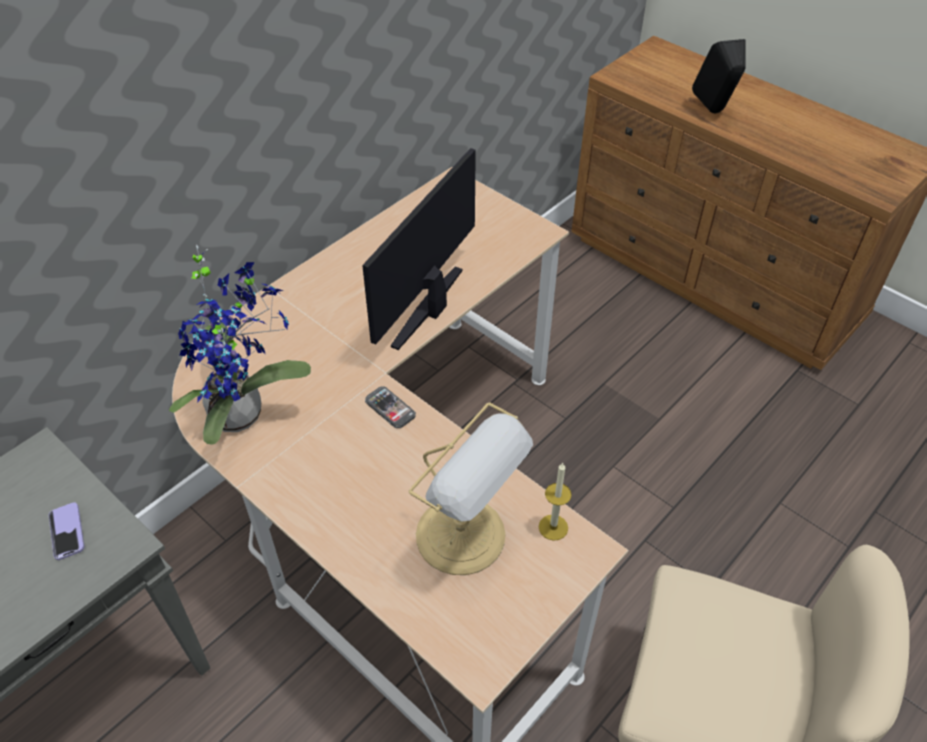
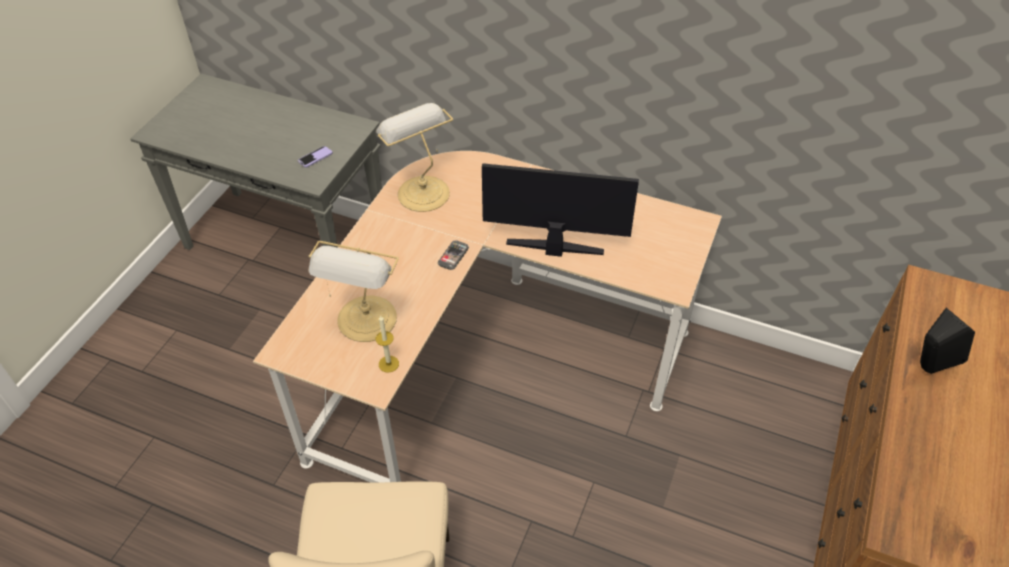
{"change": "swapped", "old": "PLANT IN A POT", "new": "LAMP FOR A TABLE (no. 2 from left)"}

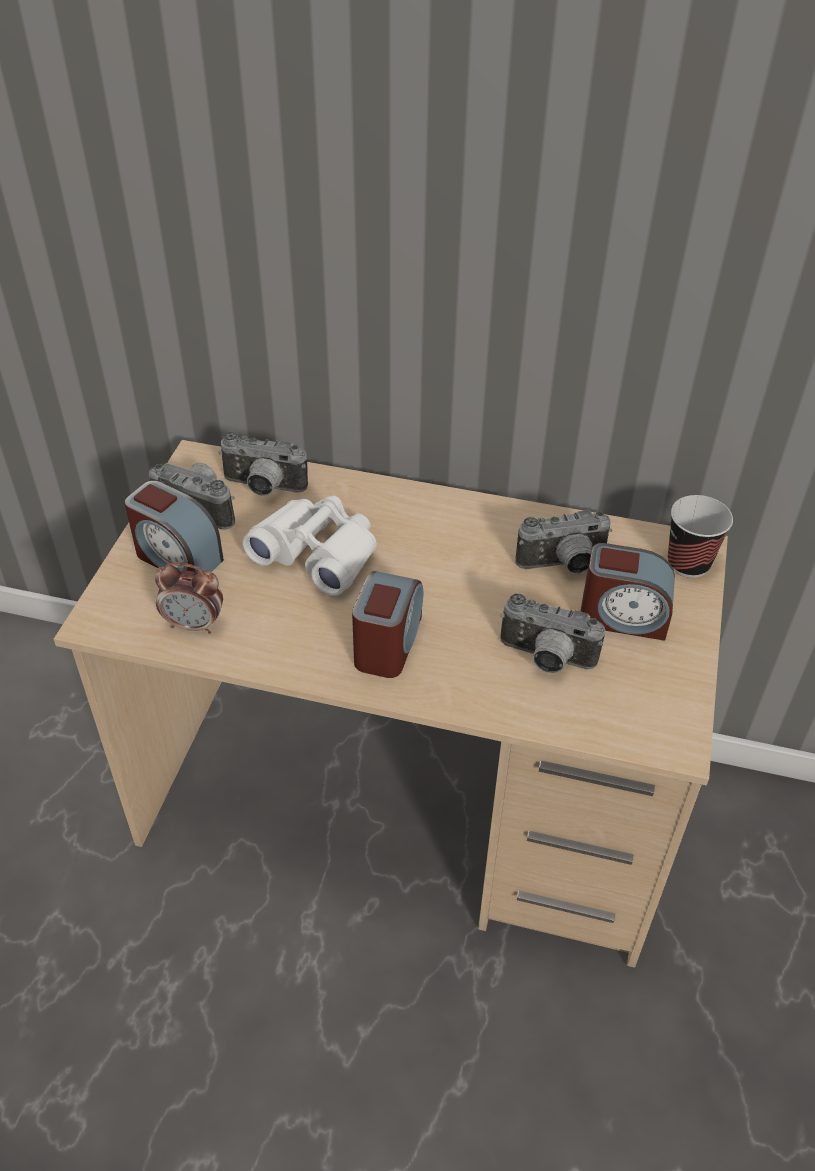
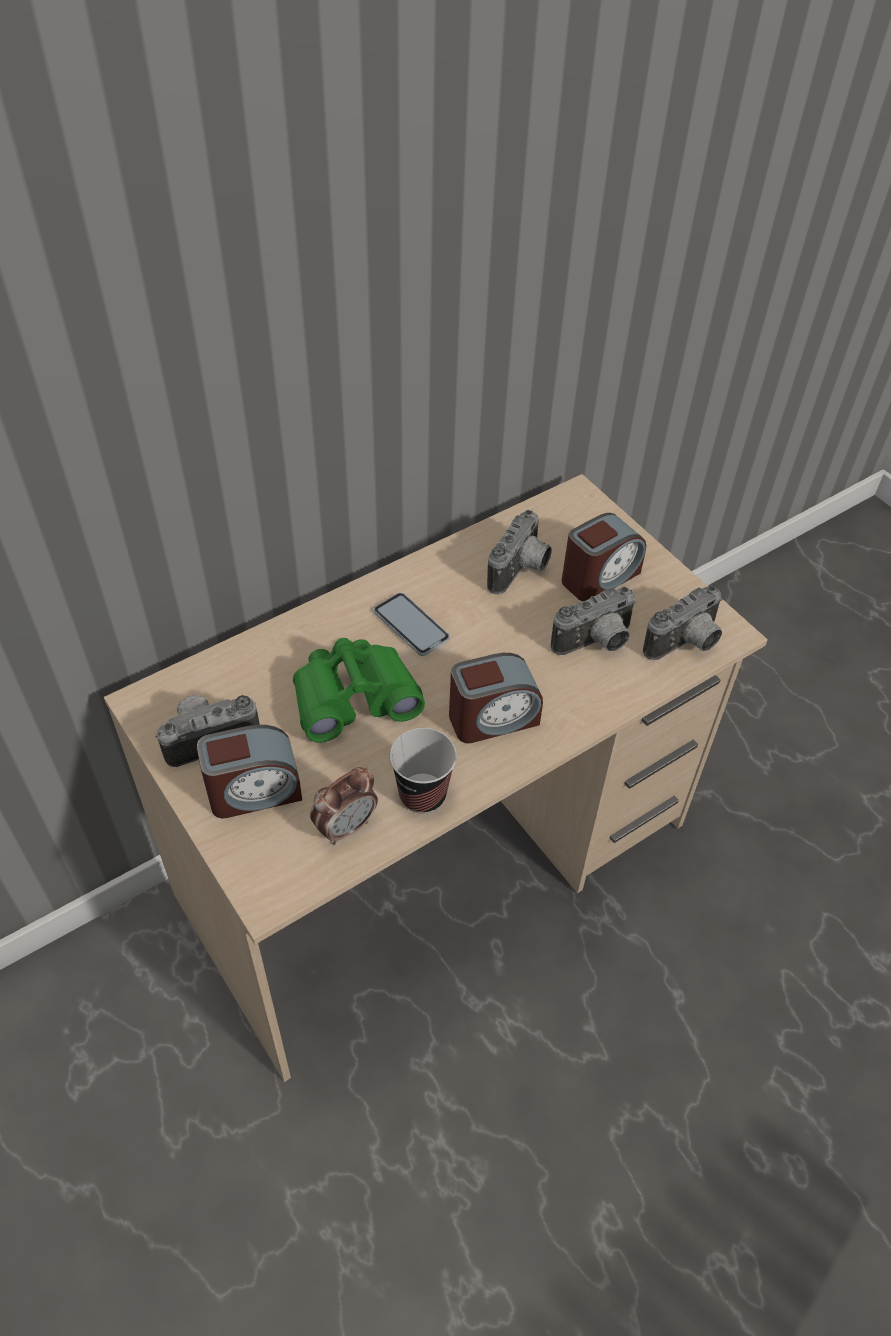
{"change": "shifted", "old": "STILL CAMERA (no. 2 from left in the first image)", "new": "STILL CAMERA (no. 4 from left)"}
{"change": "repainted", "old": "WHITE FIELD GLASSES", "new": "GREENISH FIELD GLASSES"}
{"change": "rotated", "old": "TABLE CLOCK (no. 3 from left)", "degrees": 105}
{"change": "shifted", "old": "CUP"}
{"change": "new", "new": "HANDSET"}

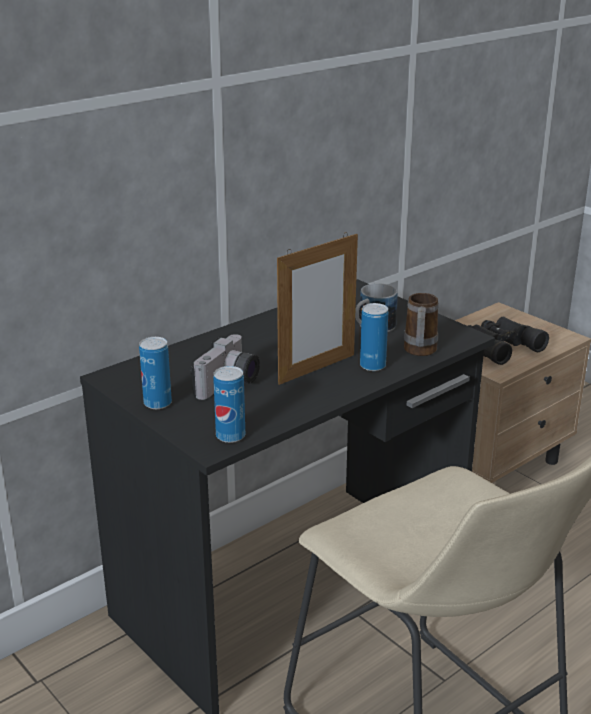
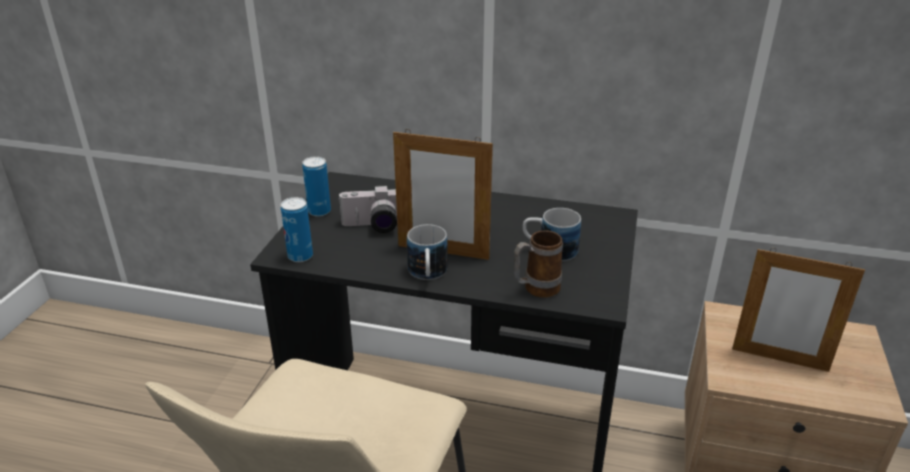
{"change": "gone", "old": "SEALED CAN (no. 3 from left)"}
{"change": "swapped", "old": "BLACK-COLOURED FIELD GLASSES", "new": "PHOTO FRAME (no. 2 from left)"}
{"change": "new", "new": "COFFEE MUG (no. 1 from left)"}

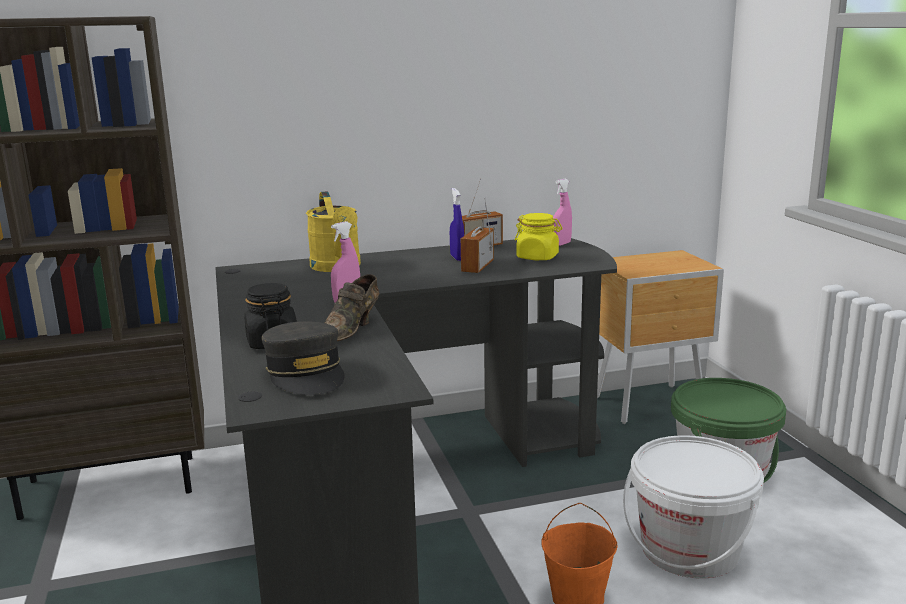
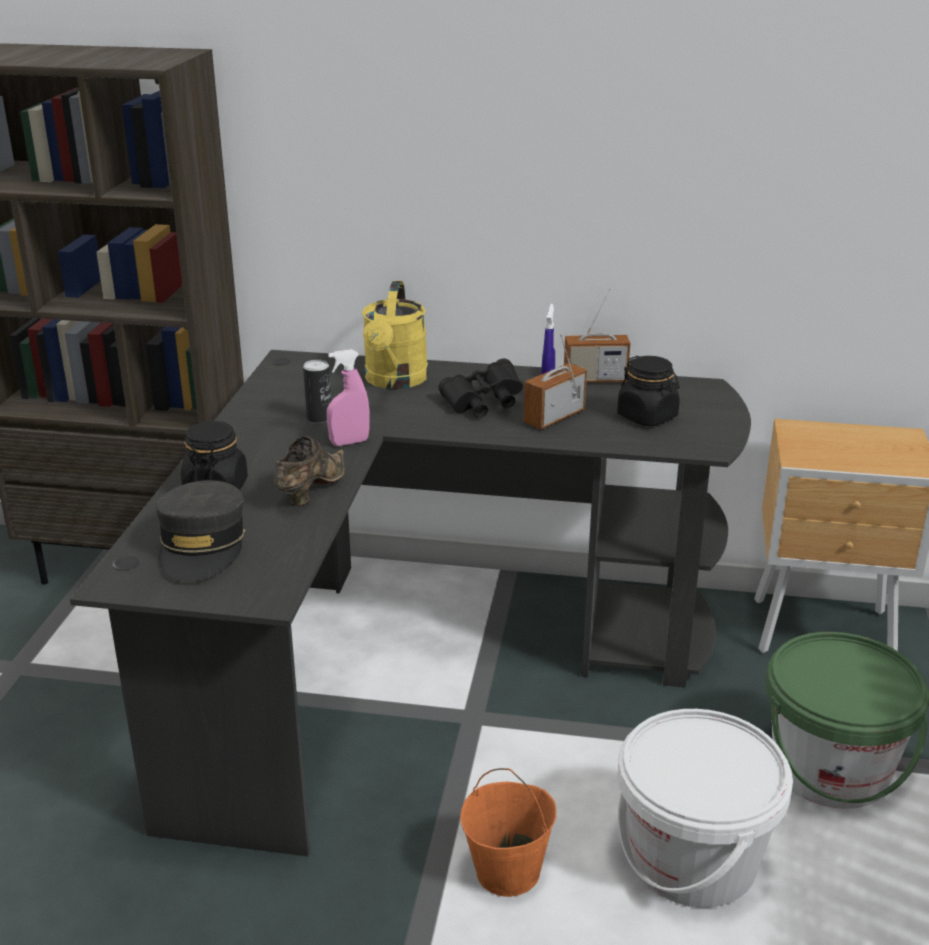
{"change": "rotated", "old": "BROWN-COLOURED SHOE", "degrees": 150}
{"change": "repainted", "old": "YELLOW STORAGE JAR", "new": "BLACK-COLOURED STORAGE JAR (no. 2 from left)"}
{"change": "gone", "old": "PINK HAND SPRAYER (no. 2 from left)"}
{"change": "new", "new": "SEALED CAN"}
{"change": "new", "new": "BLACK-COLOURED FIELD GLASSES"}

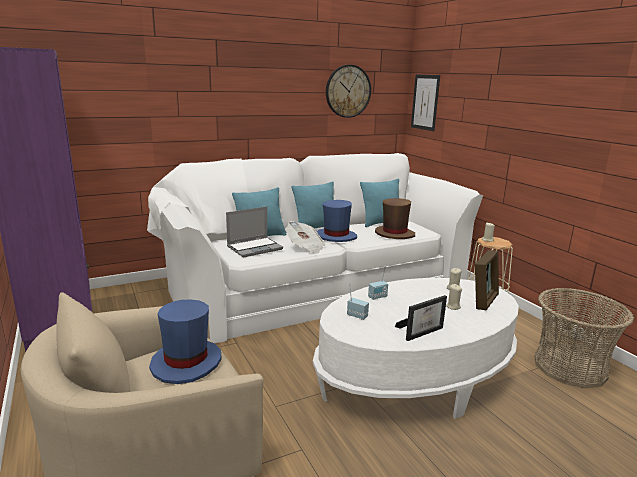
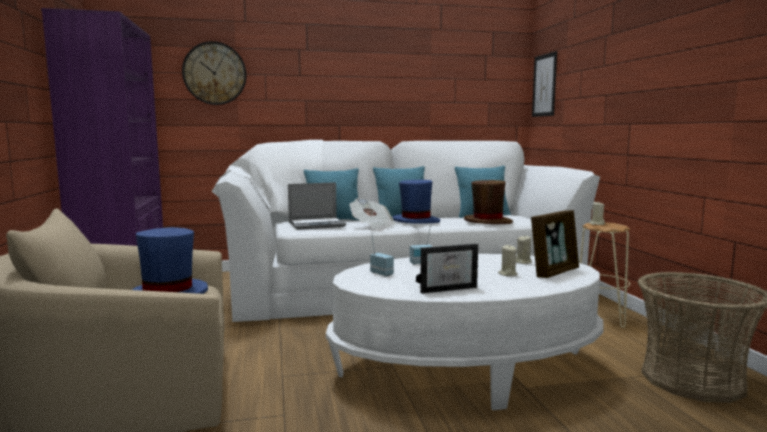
{"change": "shifted", "old": "HANGING CLOCK"}

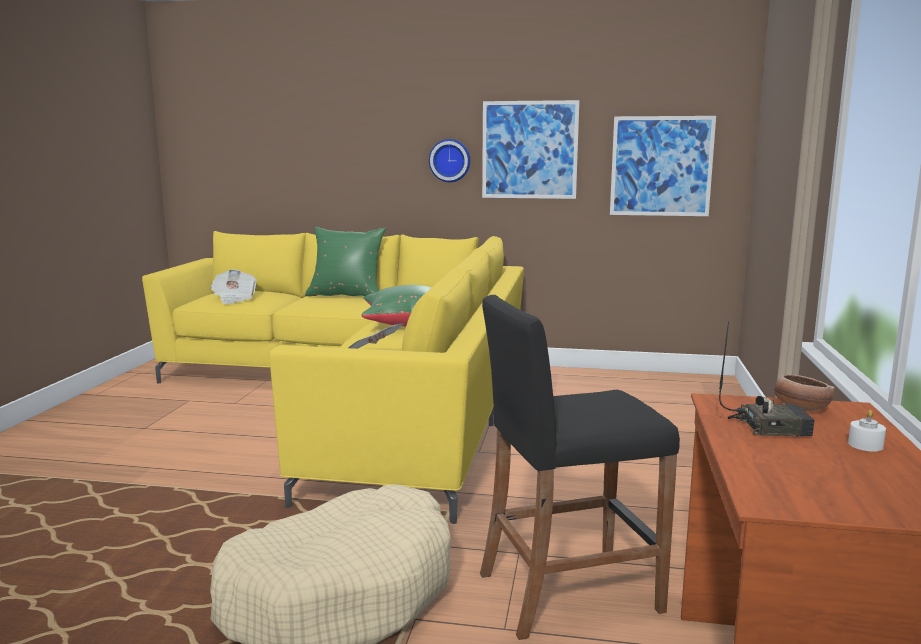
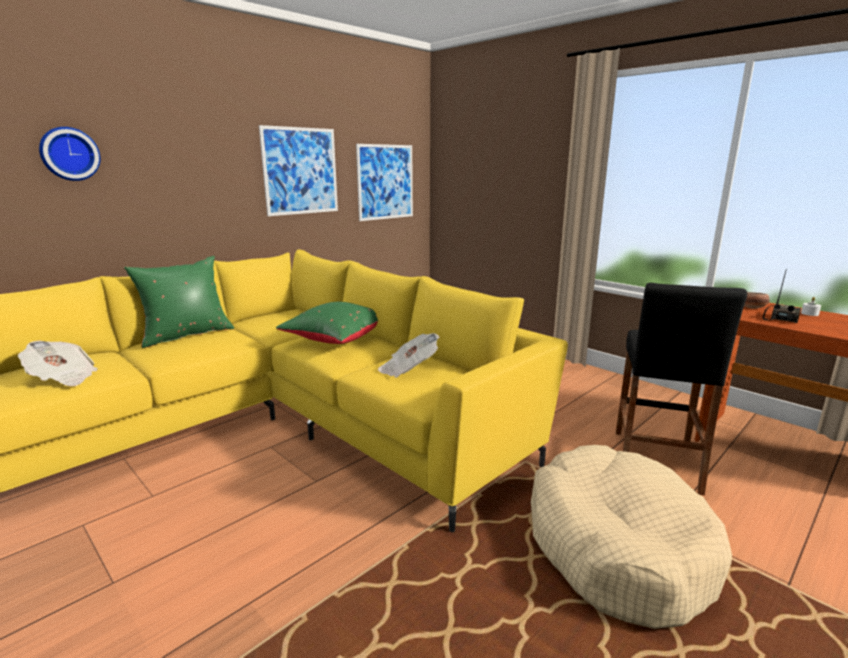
{"change": "shifted", "old": "HANGING CLOCK"}

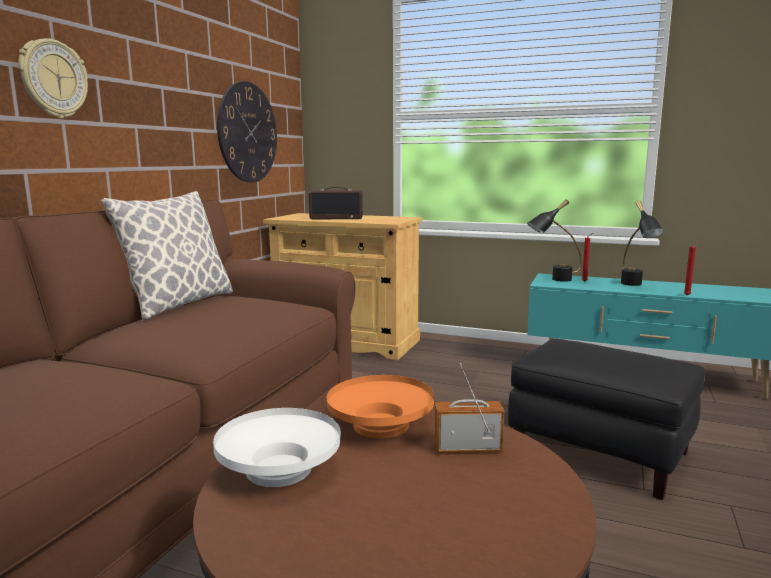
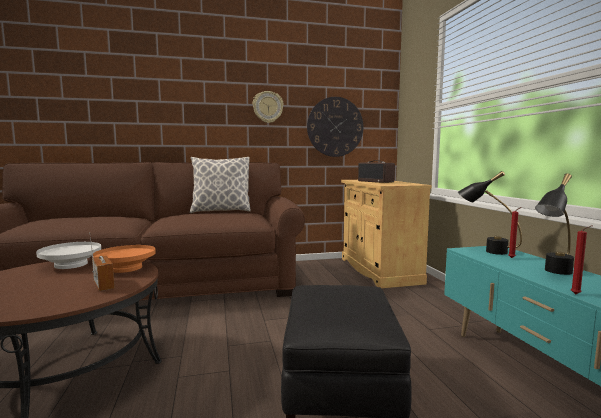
{"change": "shifted", "old": "HANGING CLOCK (no. 1 from left)"}

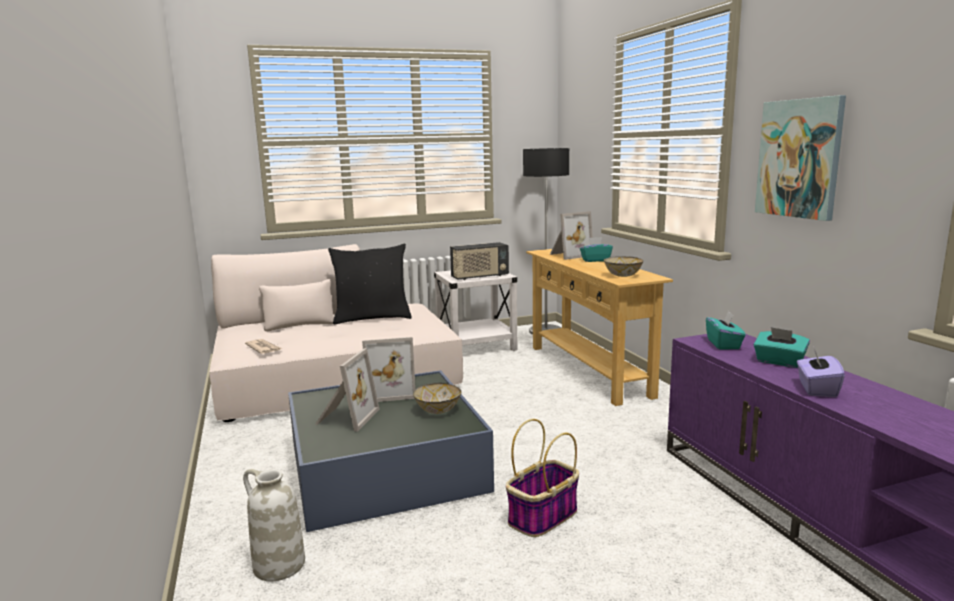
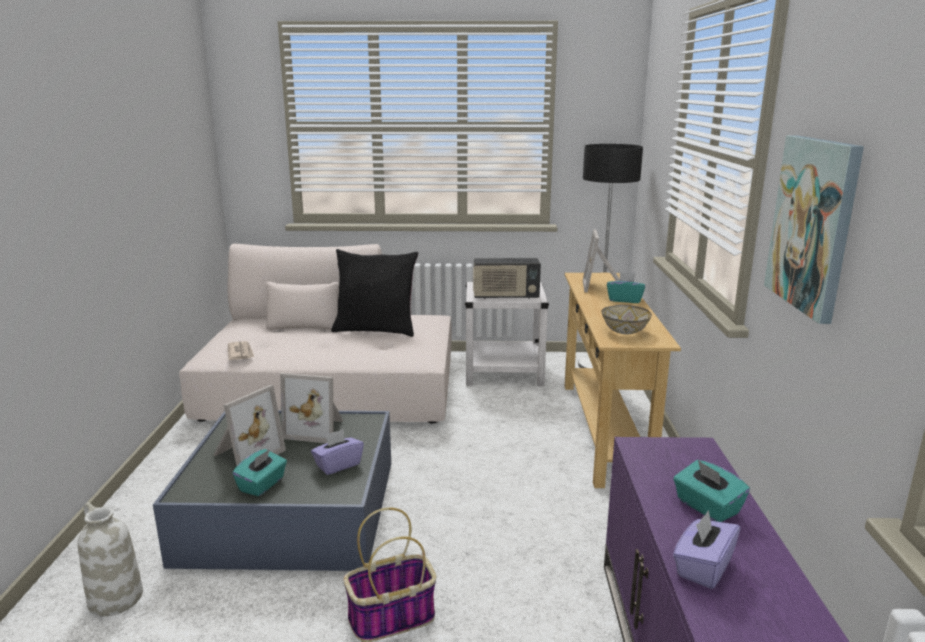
{"change": "swapped", "old": "SERVING BOWL (no. 1 from left)", "new": "PURPLISH TISSUE BOX (no. 1 from left)"}
{"change": "rotated", "old": "PHOTO FRAME (no. 3 from left)", "degrees": 105}
{"change": "shifted", "old": "TURQUOISE TISSUE BOX (no. 2 from left in the first image)", "new": "TURQUOISE TISSUE BOX (no. 1 from left)"}

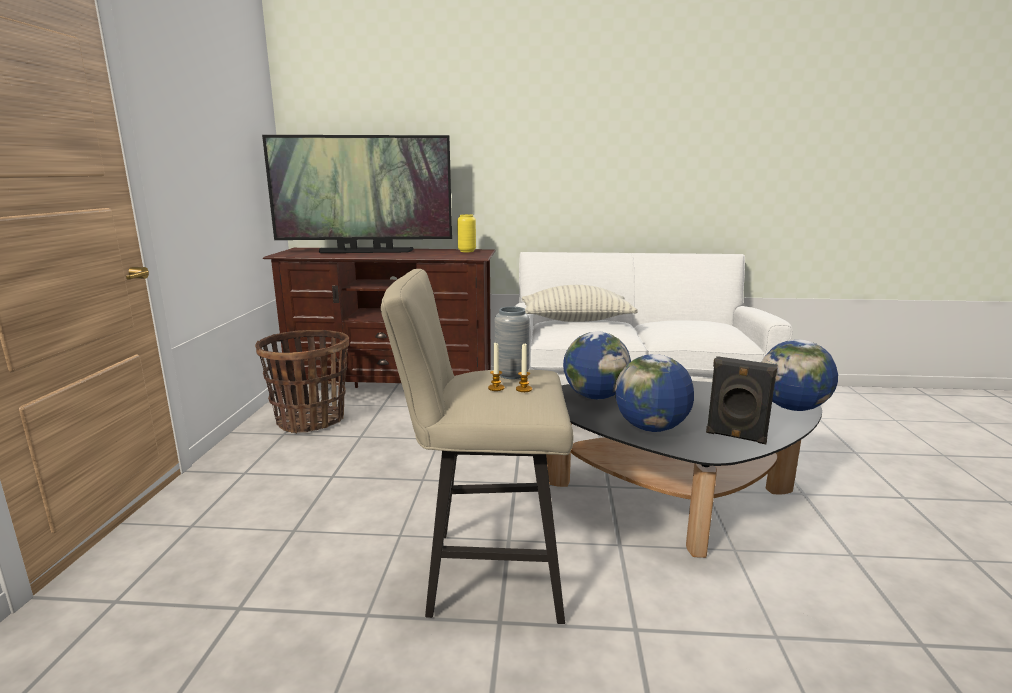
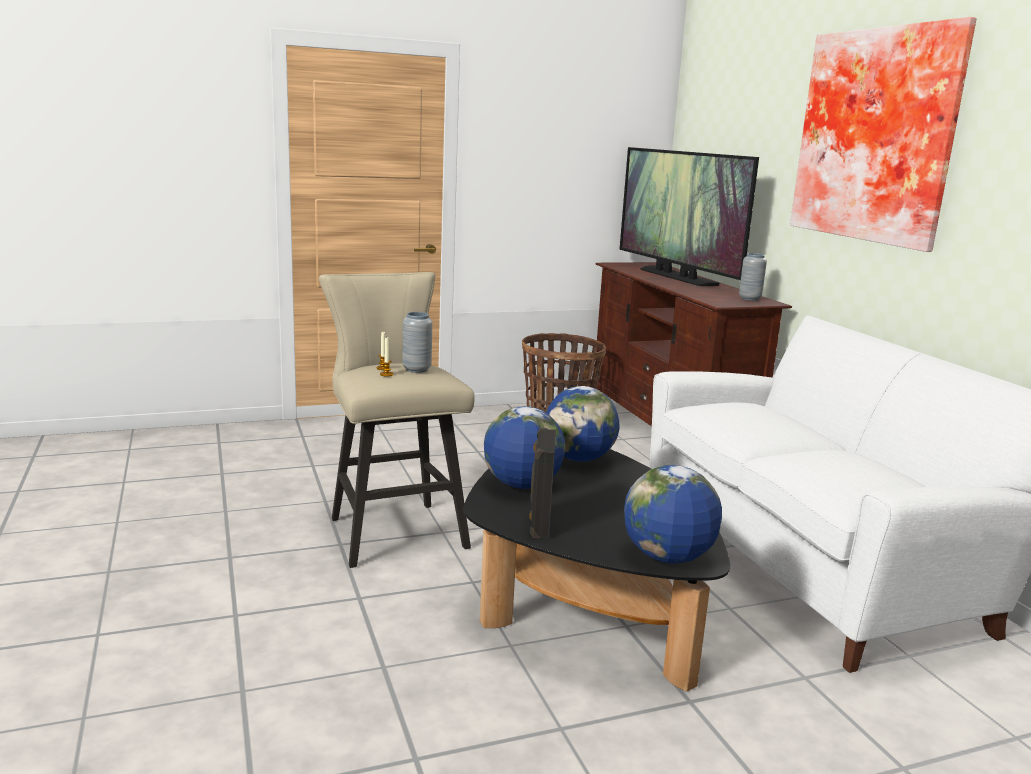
{"change": "repainted", "old": "YELLOW VASE", "new": "GREY VASE (no. 2 from left)"}
{"change": "gone", "old": "THROW PILLOW"}
{"change": "new", "new": "PICTURE"}

